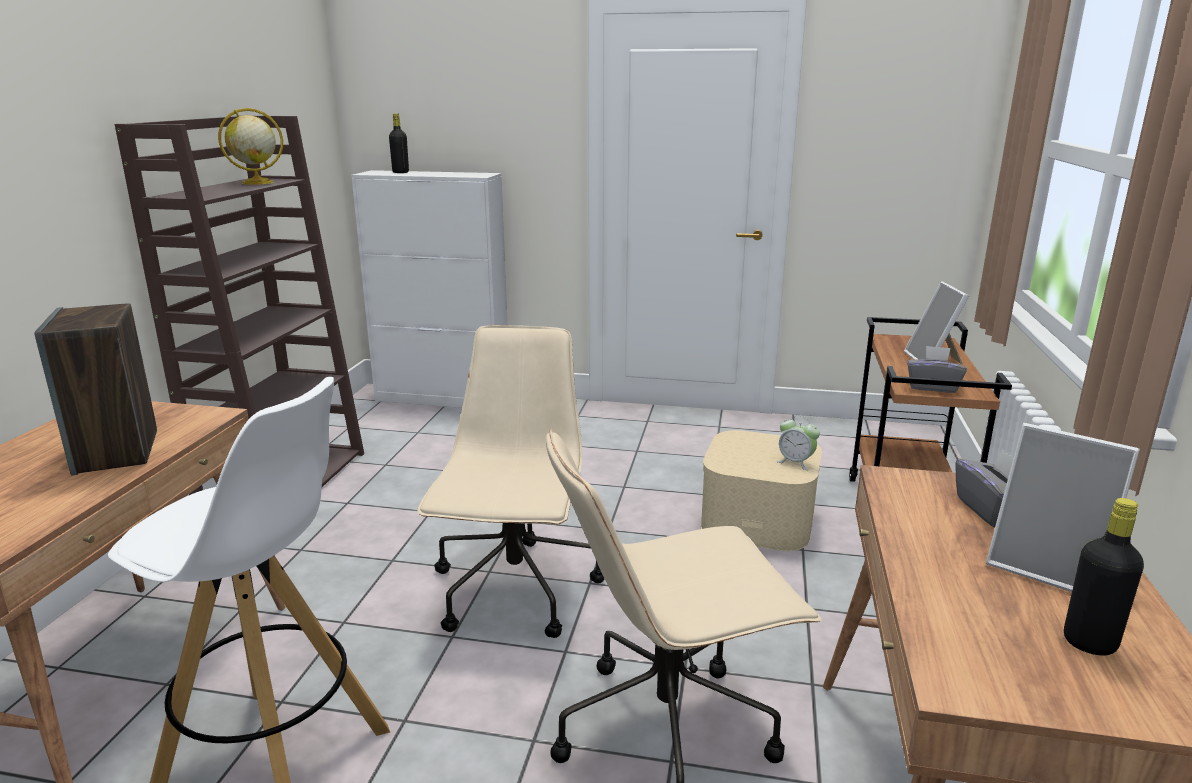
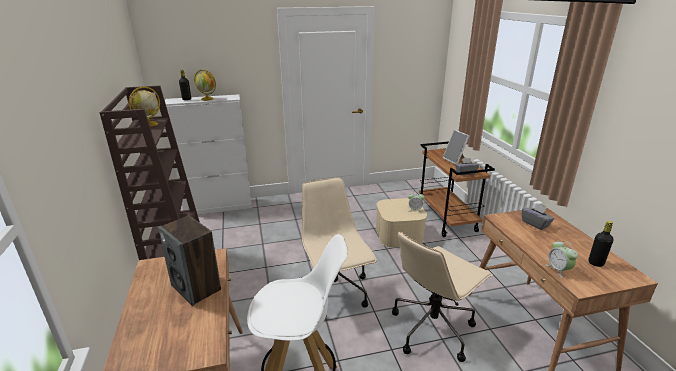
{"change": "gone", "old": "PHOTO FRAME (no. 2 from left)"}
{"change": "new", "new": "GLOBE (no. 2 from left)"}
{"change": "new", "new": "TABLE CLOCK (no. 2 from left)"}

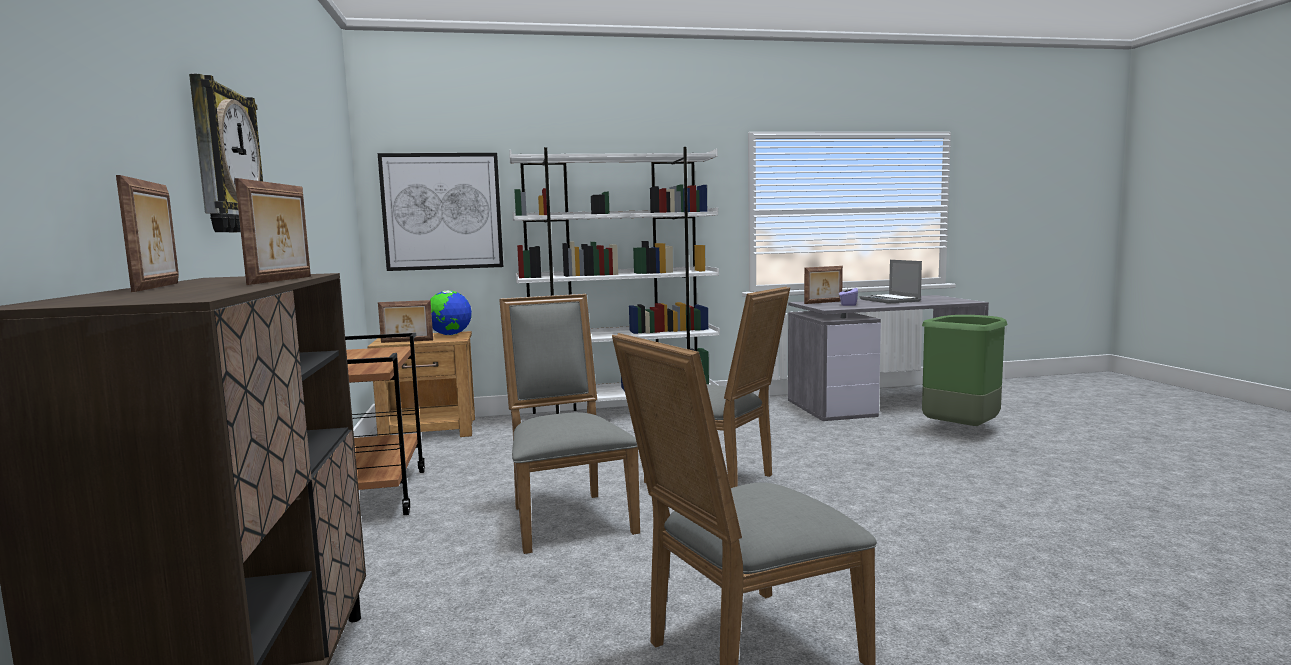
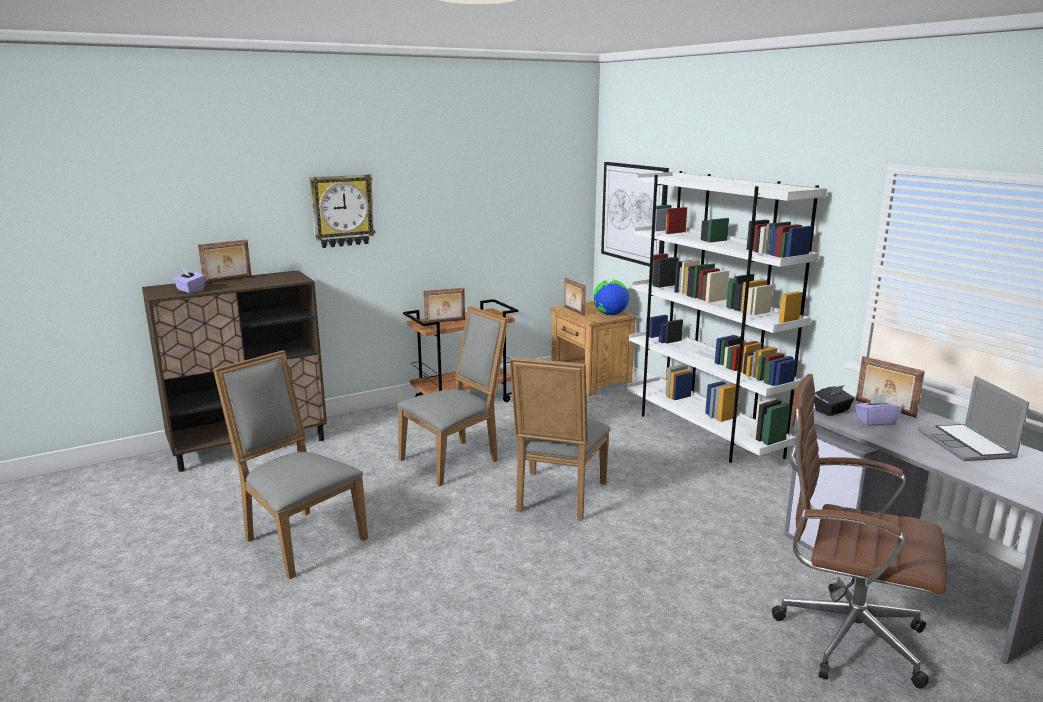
{"change": "shifted", "old": "PHOTO FRAME (no. 2 from left)"}
{"change": "rotated", "old": "LAPTOP", "degrees": -60}
{"change": "swapped", "old": "GREENISH RUBBISH BIN", "new": "BROWN-COLOURED DESK CHAIR"}
{"change": "new", "new": "PURPLISH TISSUE BOX (no. 1 from left)"}
{"change": "new", "new": "BLACK-COLOURED TISSUE BOX"}

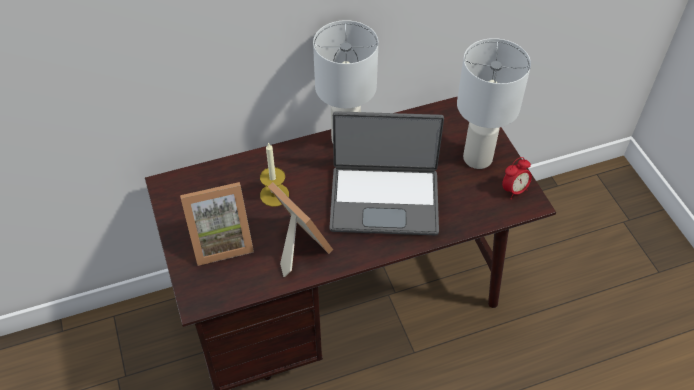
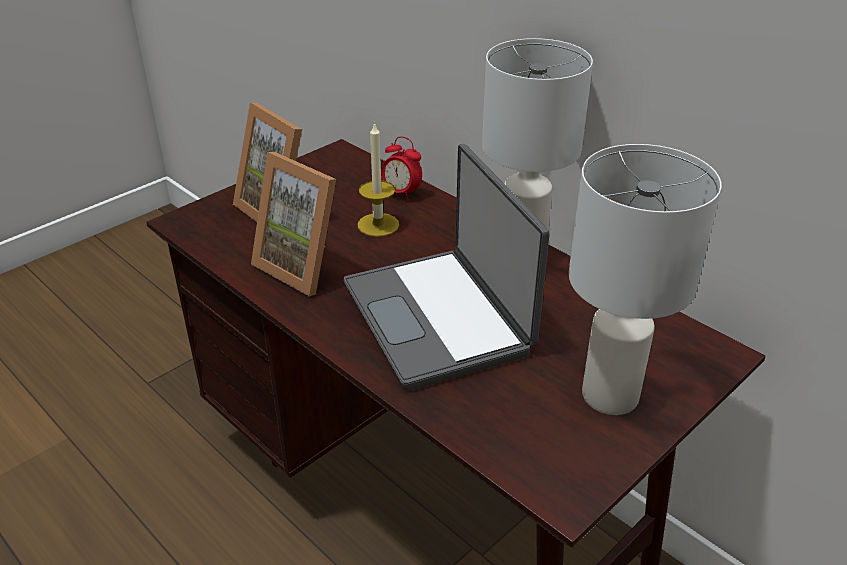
{"change": "rotated", "old": "PHOTO FRAME (no. 2 from left)", "degrees": 105}
{"change": "shifted", "old": "TABLE CLOCK"}

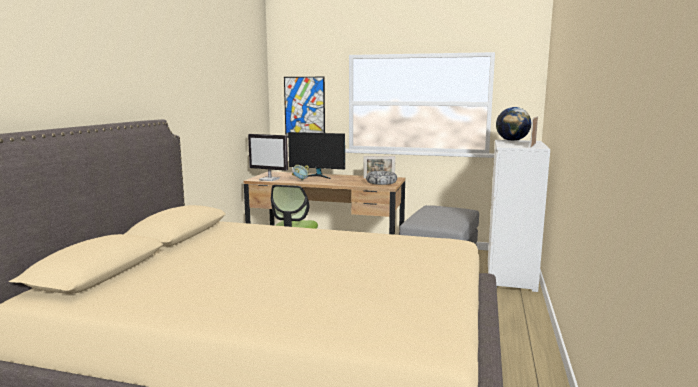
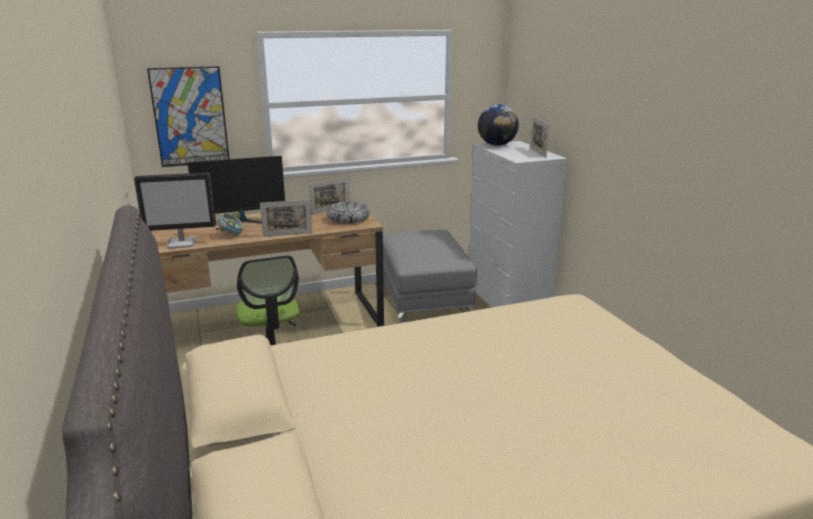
{"change": "new", "new": "PHOTO FRAME (no. 1 from left)"}

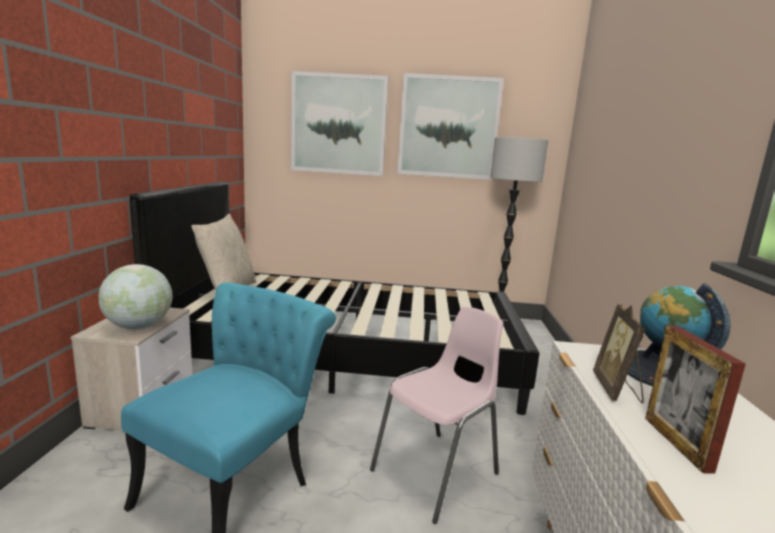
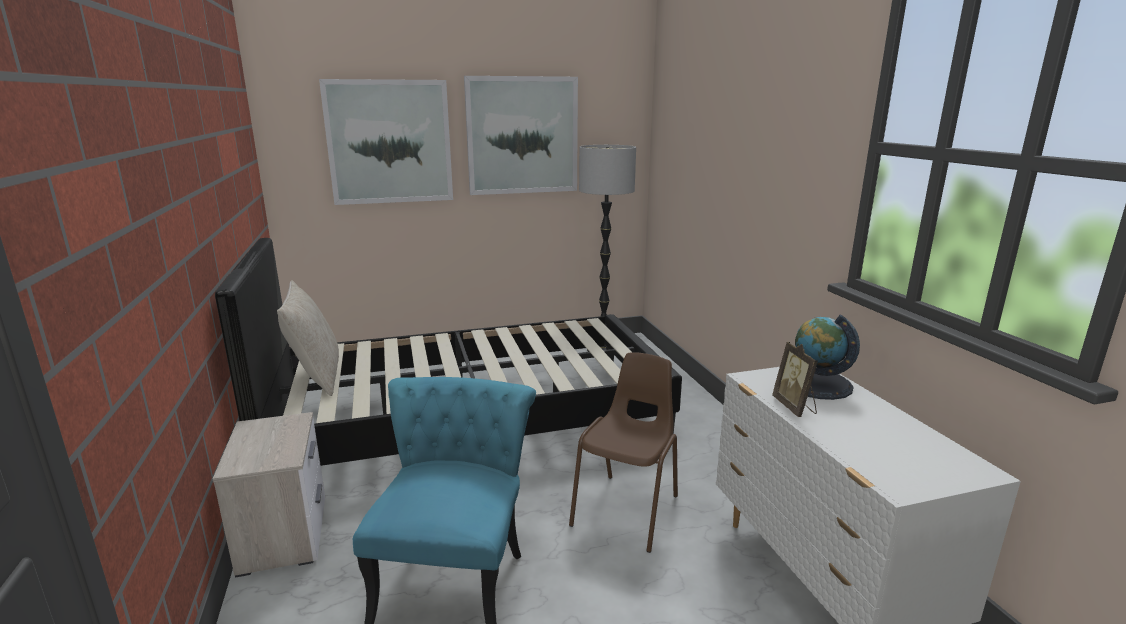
{"change": "gone", "old": "GLOBE (no. 1 from left)"}
{"change": "repainted", "old": "PINK CHAIR", "new": "BROWN-COLOURED CHAIR"}
{"change": "gone", "old": "PHOTO FRAME (no. 2 from left)"}

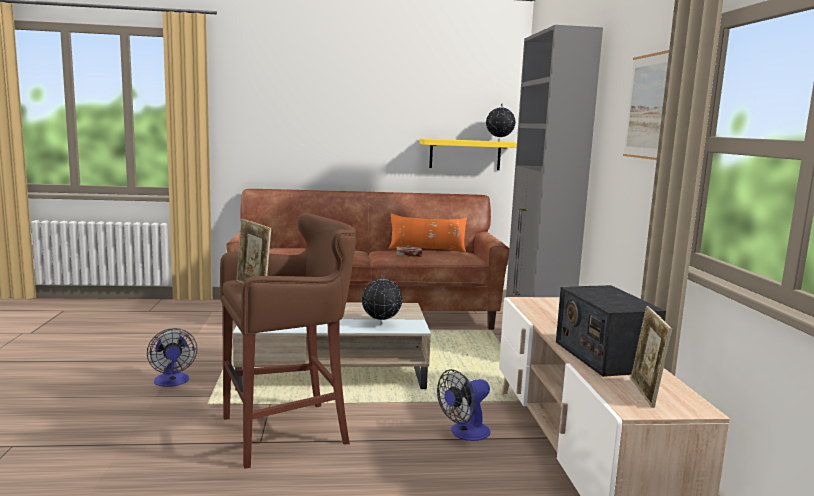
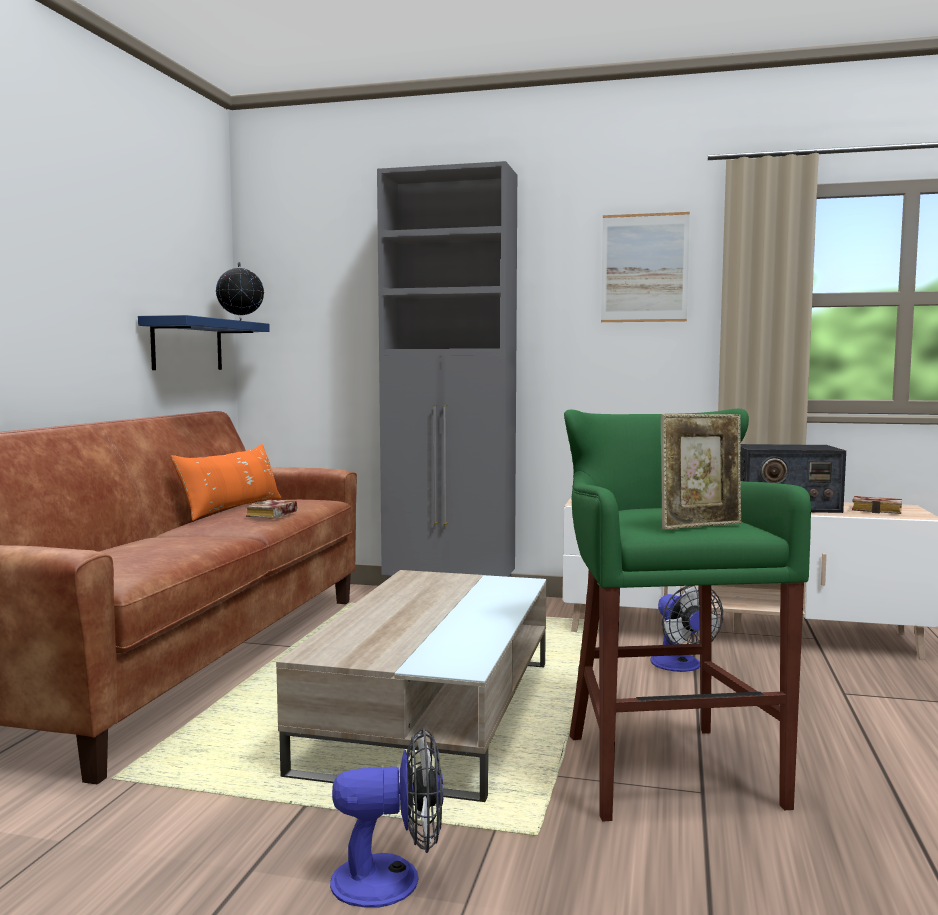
{"change": "repainted", "old": "BROWN-COLOURED STOOL SEAT", "new": "GREENISH STOOL SEAT"}
{"change": "gone", "old": "GLOBE (no. 1 from left)"}
{"change": "repainted", "old": "YELLOW SHELF", "new": "BLUE-COLOURED SHELF"}
{"change": "swapped", "old": "PHOTO FRAME (no. 2 from left)", "new": "VOLUME (no. 2 from left)"}

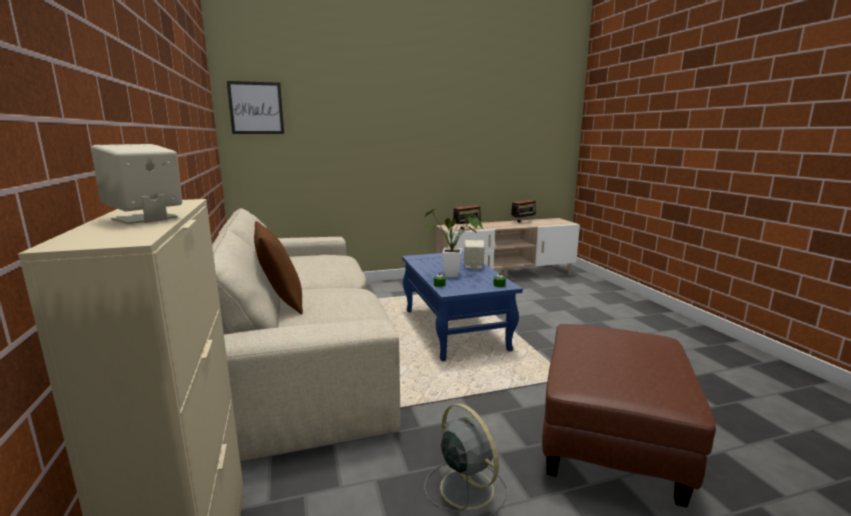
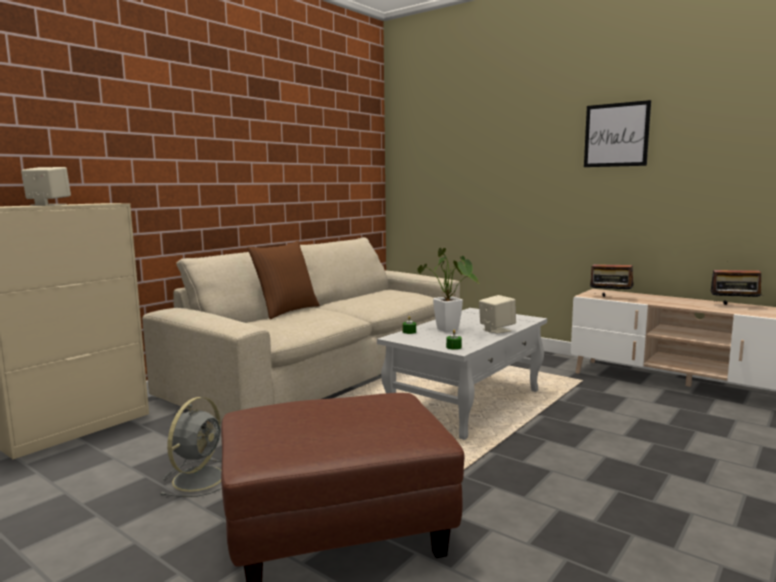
{"change": "shifted", "old": "PICTURE"}
{"change": "repainted", "old": "BLUE-COLOURED LOUNGE TABLE", "new": "WHITE LOUNGE TABLE"}

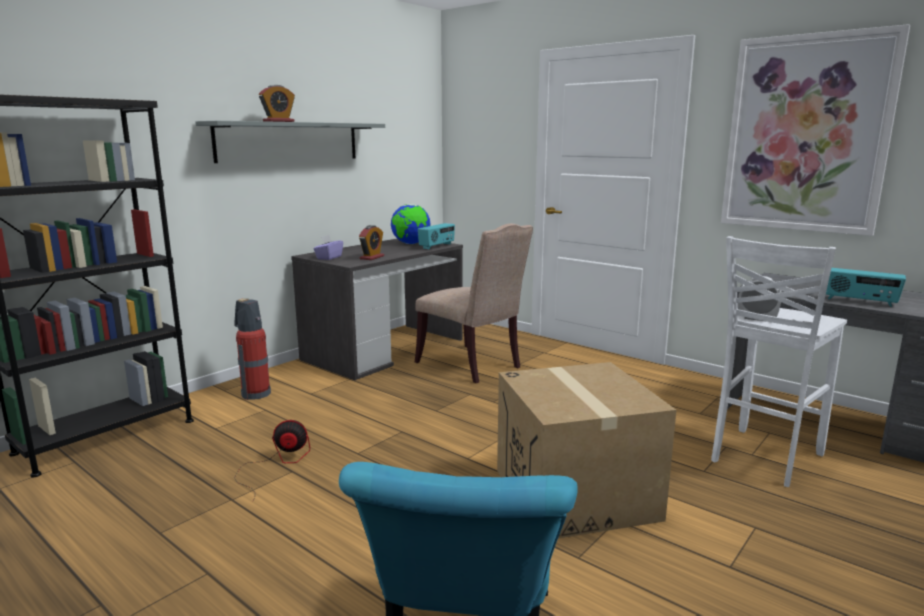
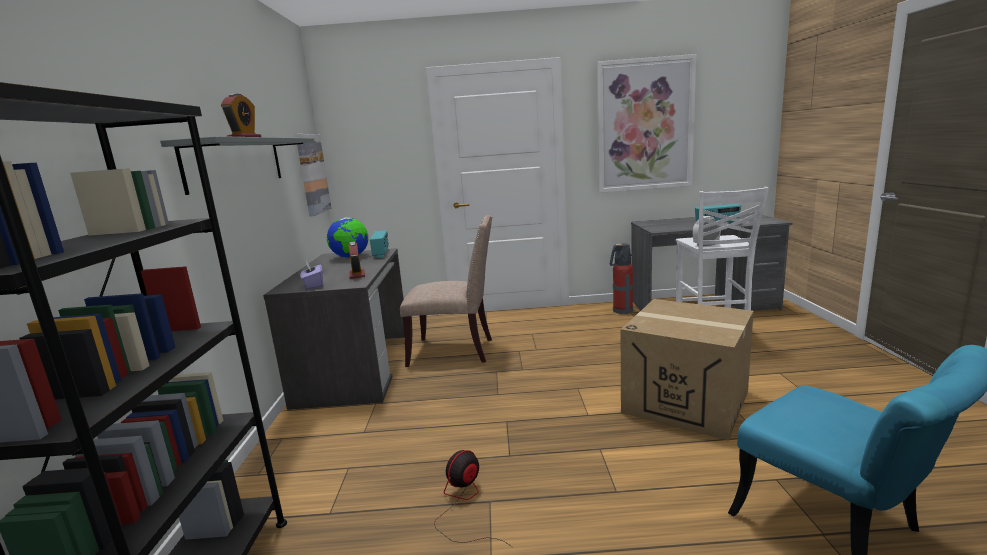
{"change": "shifted", "old": "FIRE-FIGHTING CYLINDER"}
{"change": "new", "new": "PICTURE (no. 1 from left)"}

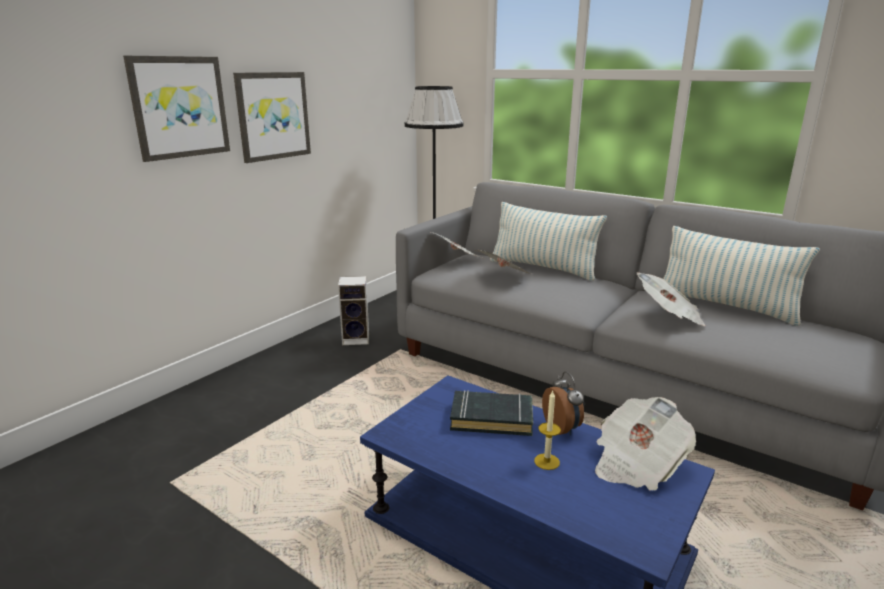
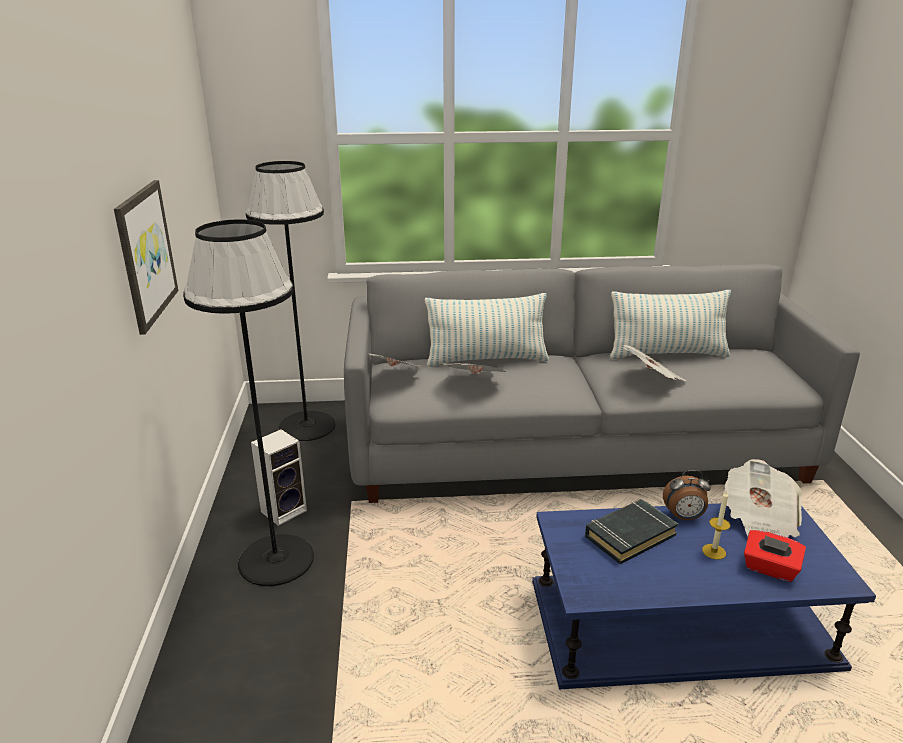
{"change": "gone", "old": "PICTURE (no. 1 from left)"}
{"change": "rotated", "old": "TABLE CLOCK", "degrees": 150}
{"change": "new", "new": "BLACK-COLOURED STANDARD LAMP (no. 1 from left)"}
{"change": "new", "new": "REDDISH TISSUE BOX"}

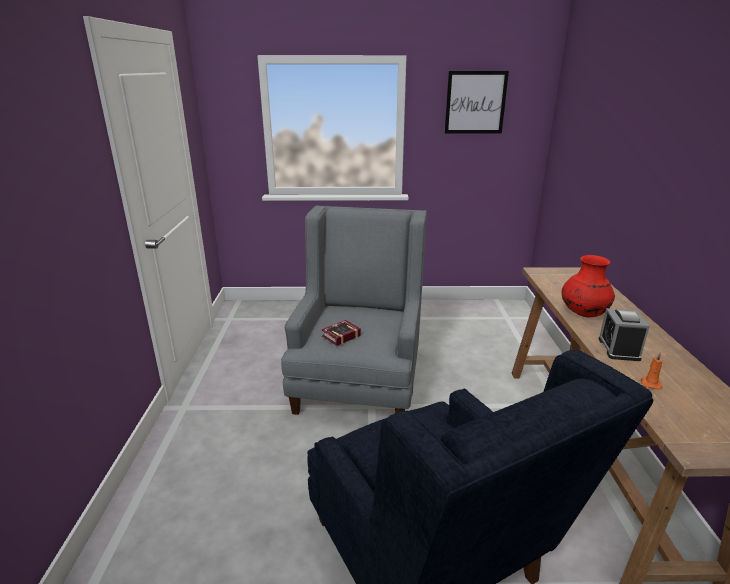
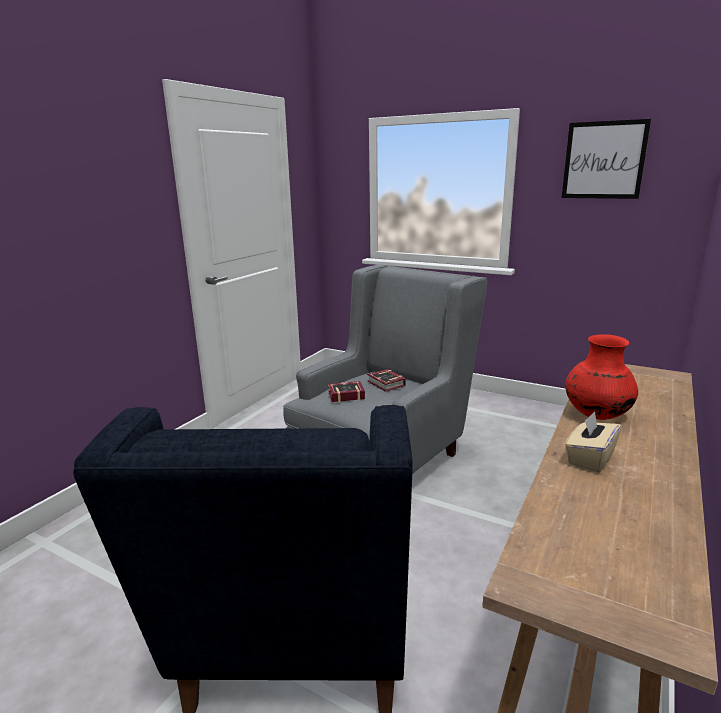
{"change": "swapped", "old": "TABLE CLOCK", "new": "SAND-COLOURED TISSUE BOX"}
{"change": "gone", "old": "ORANGE CANDLE"}
{"change": "new", "new": "VOLUME (no. 2 from left)"}

